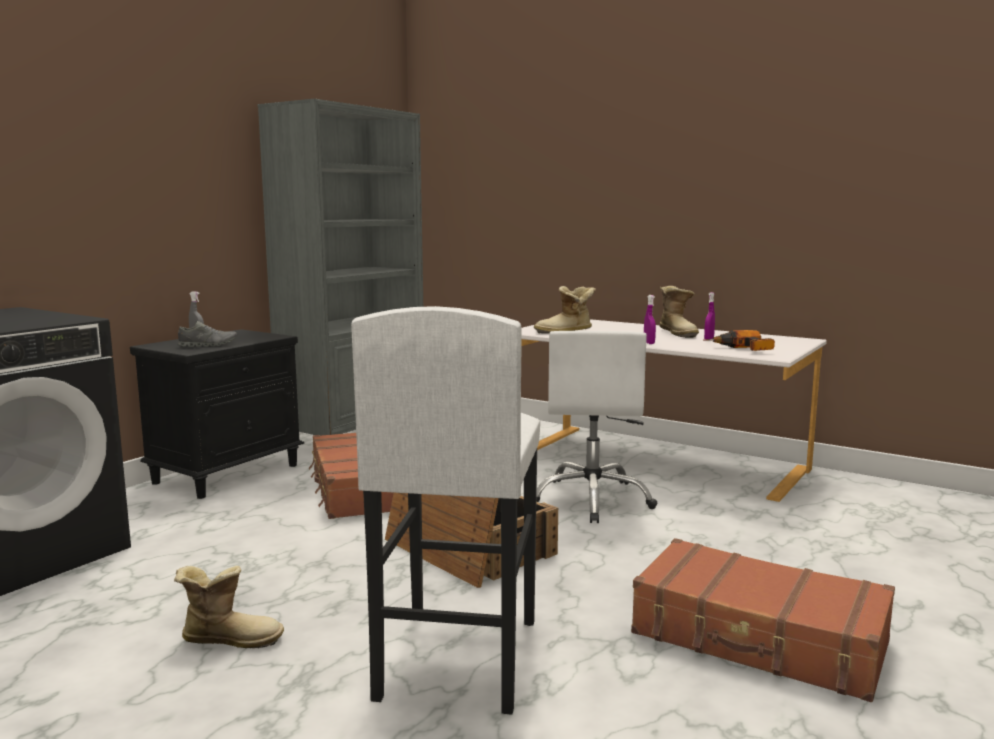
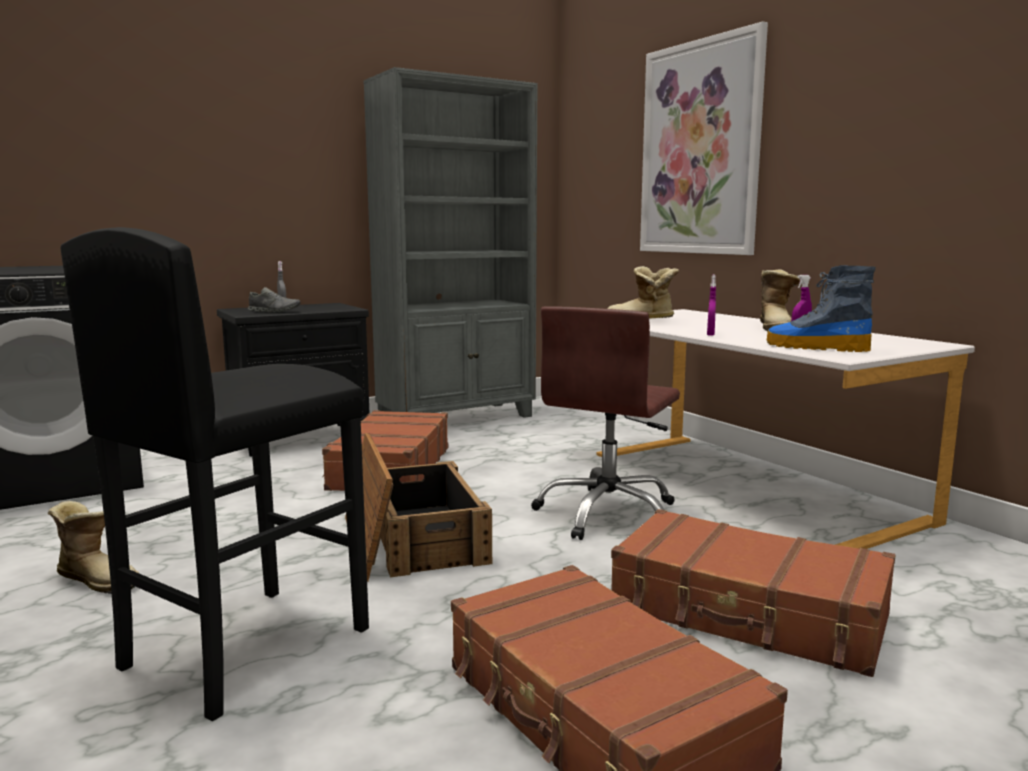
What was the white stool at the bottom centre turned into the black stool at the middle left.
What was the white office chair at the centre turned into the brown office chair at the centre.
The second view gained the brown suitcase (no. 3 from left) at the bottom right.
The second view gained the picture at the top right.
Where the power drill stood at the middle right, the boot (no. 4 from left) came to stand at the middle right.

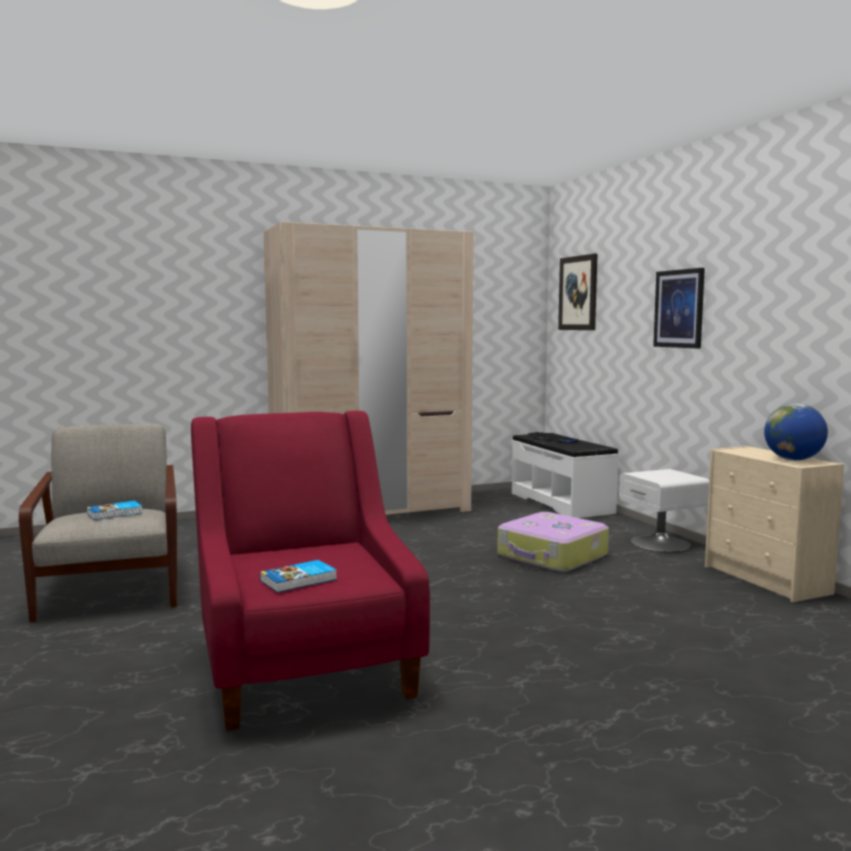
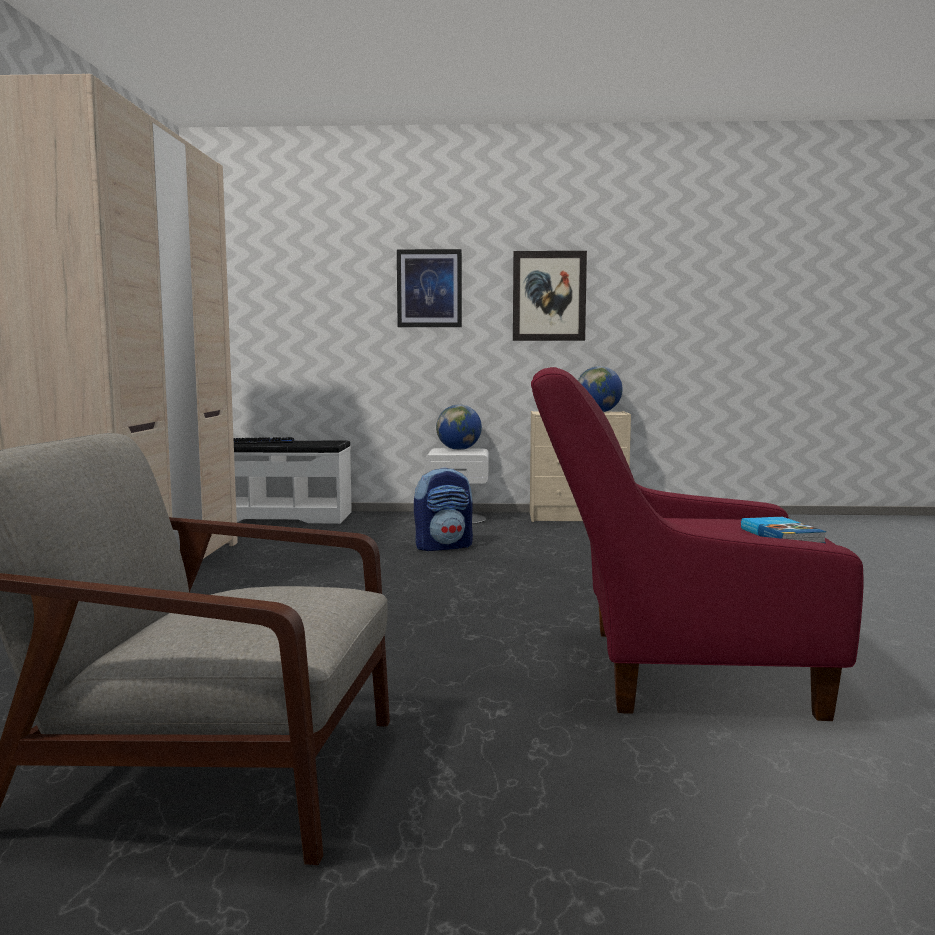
Where the suitcase stood at the centre, the backpack came to stand at the centre.
The second view gained the globe (no. 1 from left) at the centre.
The picture (no. 1 from left in the first image) ended up elsewhere, having gone from the middle right to the top centre.
The second view lost the book (no. 1 from left) at the middle left.

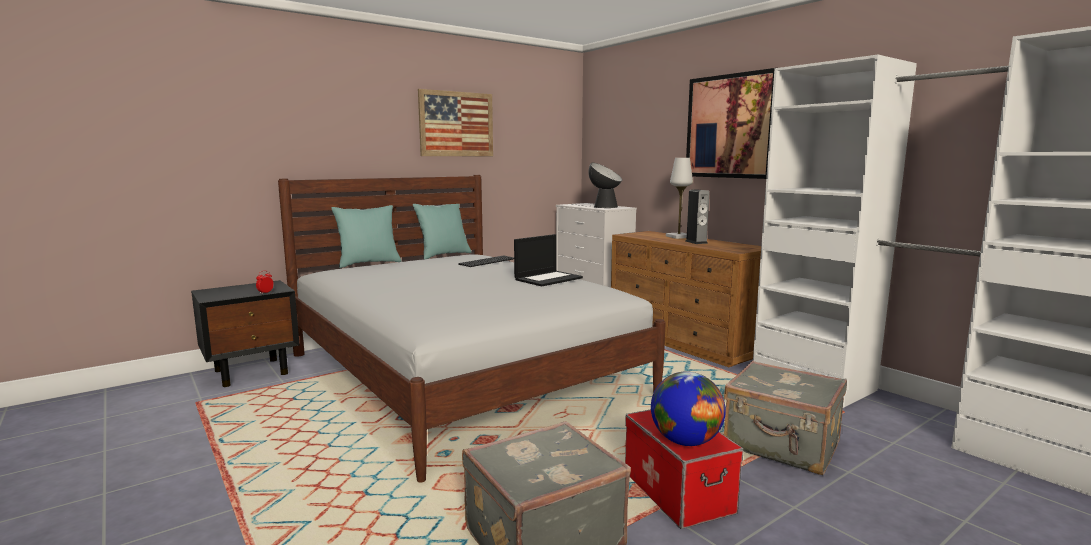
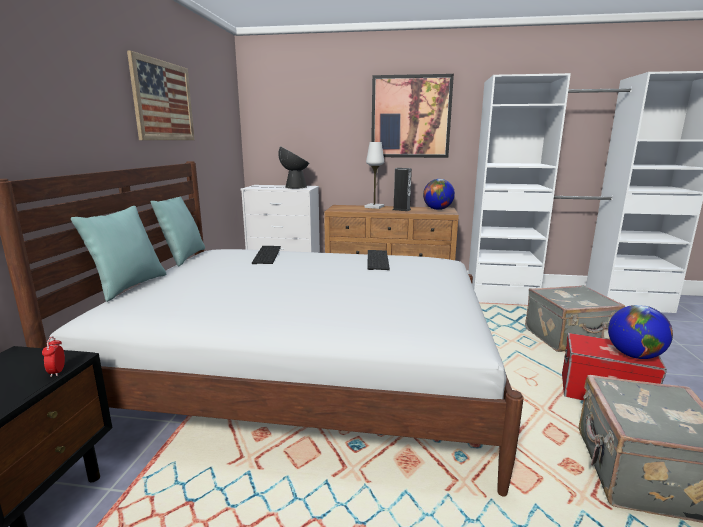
Where the laptop stood at the centre, the keyboard (no. 2 from left) came to stand at the centre.
The second view gained the globe (no. 1 from left) at the centre.

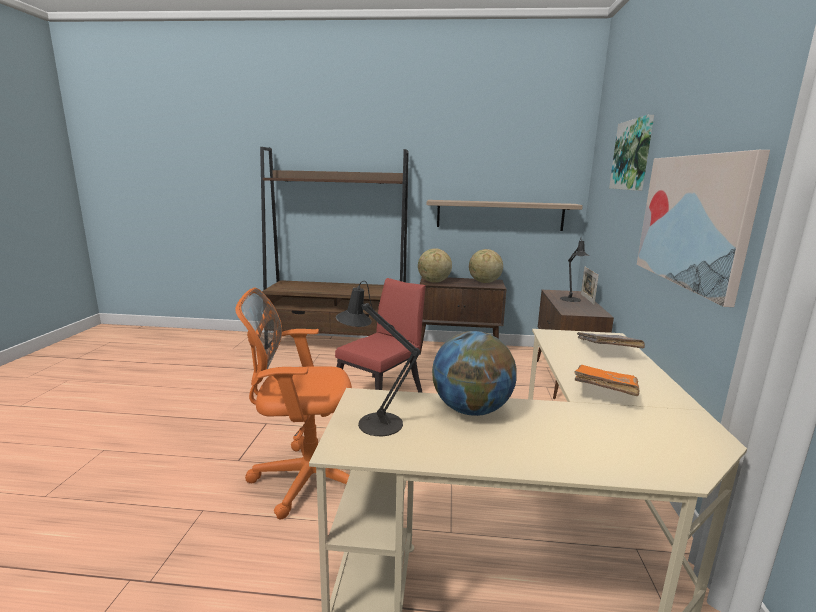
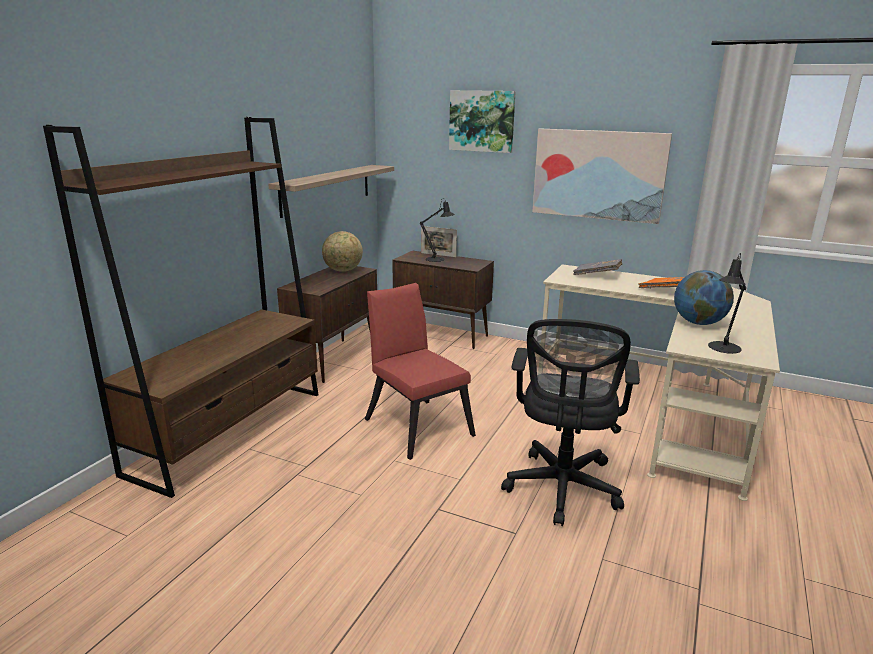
What was the orange office chair at the centre turned into the black office chair at the centre.
The second view lost the globe (no. 1 from left) at the centre.

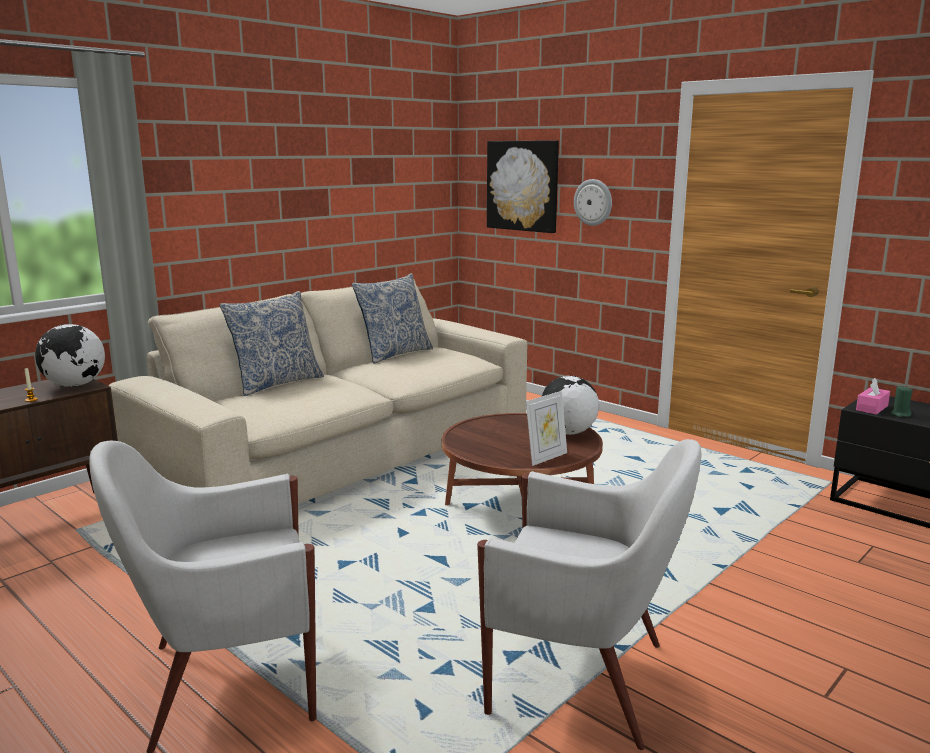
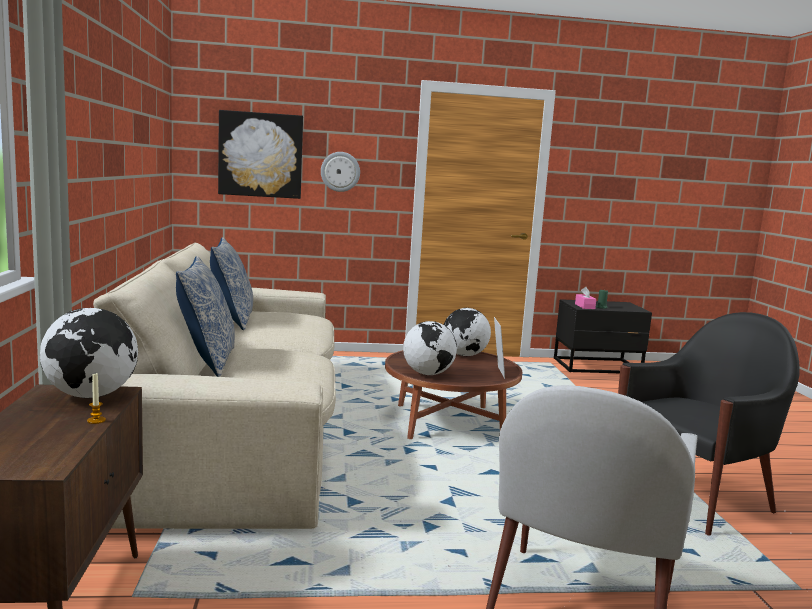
The second view gained the globe (no. 2 from left) at the centre.
What was the white armchair (no. 2 from left) at the bottom centre turned into the black armchair at the bottom right.

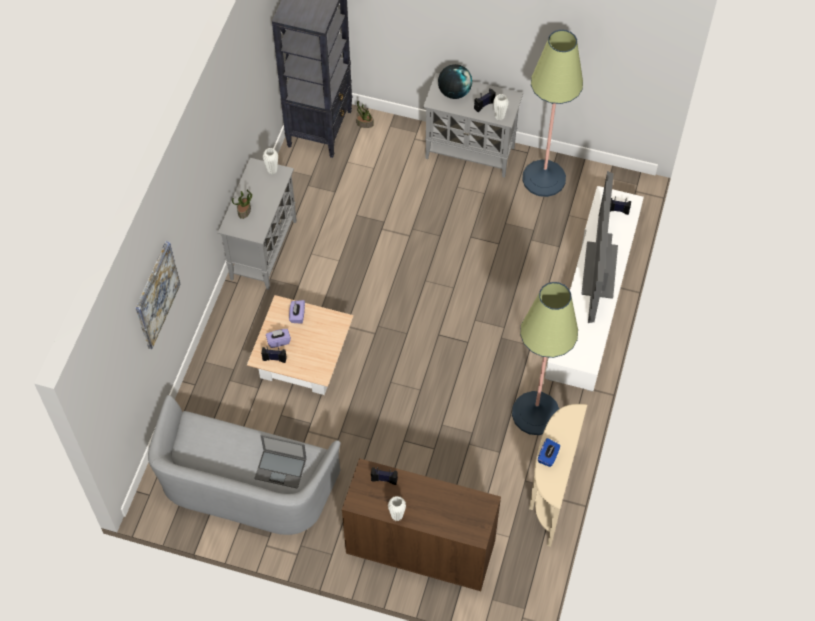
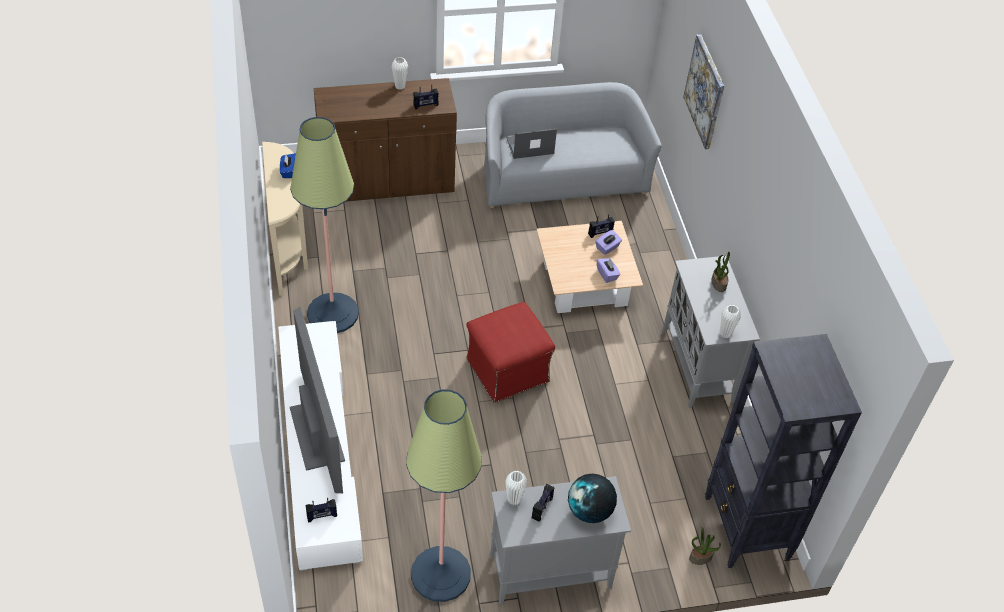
The second view gained the red ottoman at the centre.

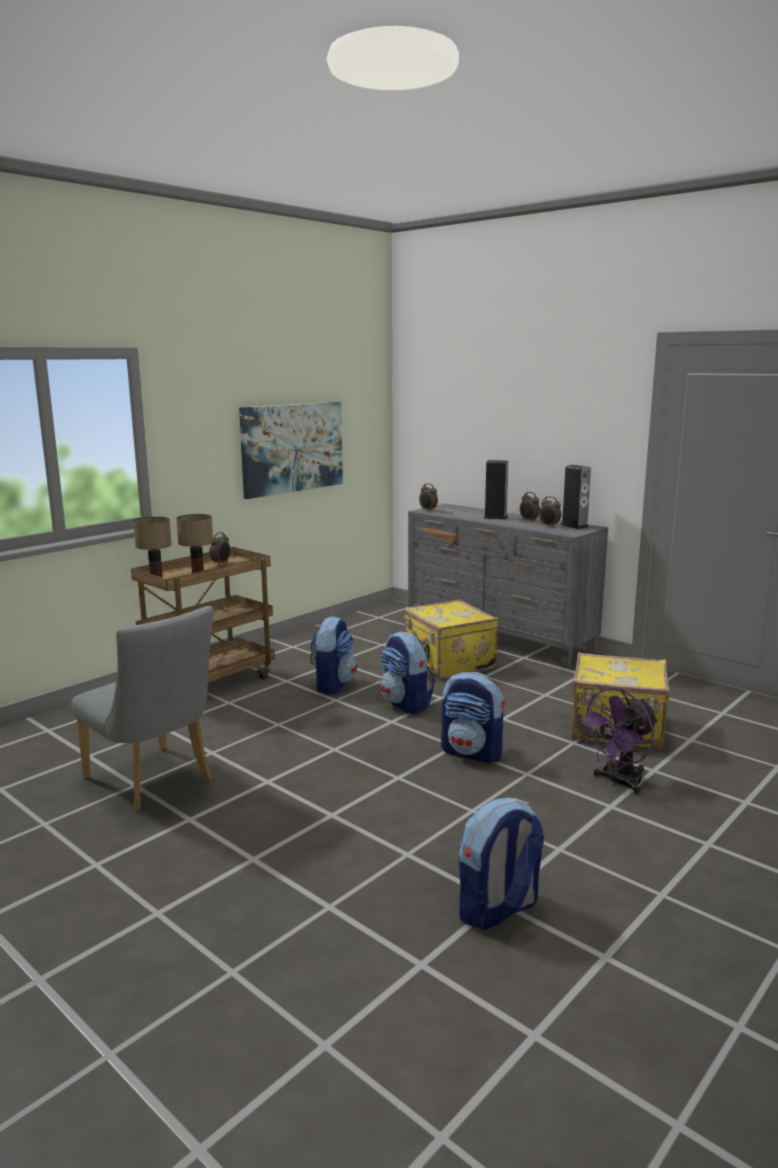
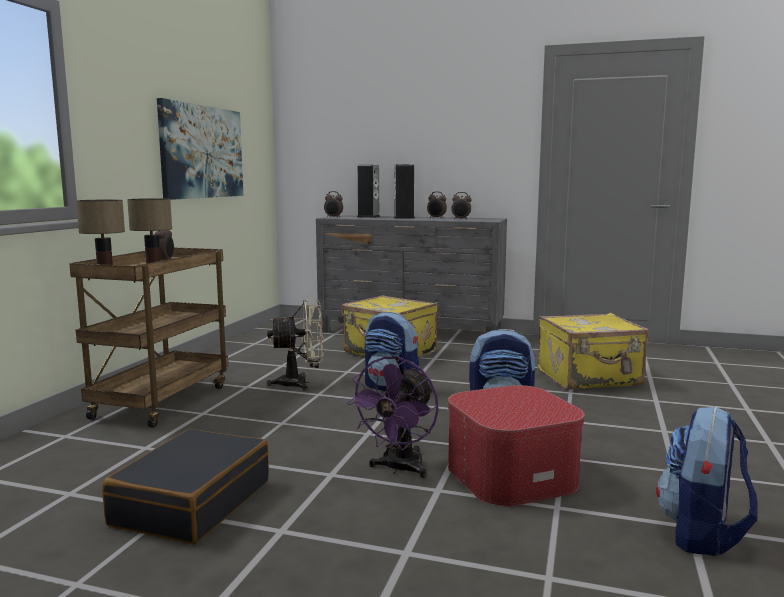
Where the grey chair stood at the middle left, the black suitcase came to stand at the bottom left.
Where the backpack (no. 1 from left) stood at the centre, the beige fan came to stand at the centre.
The purple fan ended up elsewhere, having gone from the middle right to the bottom centre.
The speaker (no. 2 from left in the first image) ended up elsewhere, having gone from the middle right to the top centre.
The second view gained the ottoman at the bottom centre.

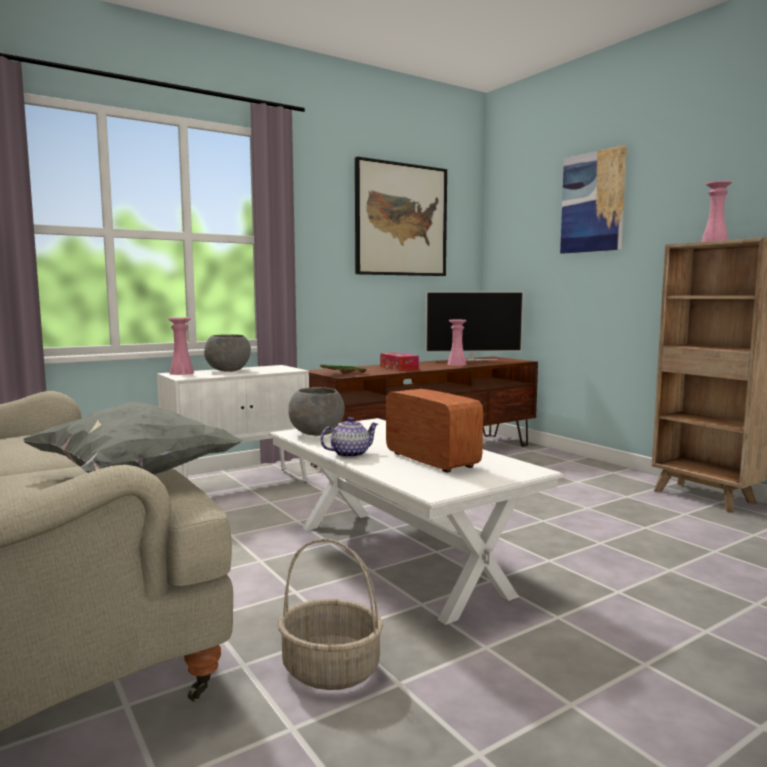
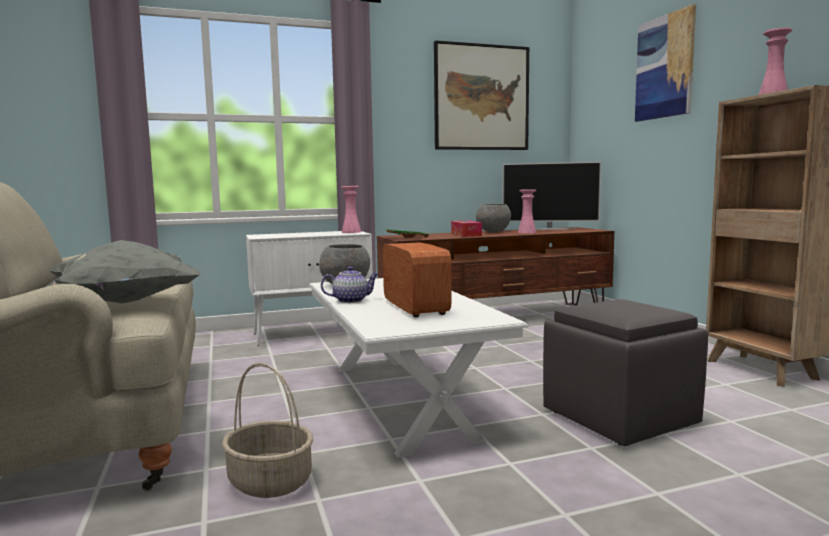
The pink vase (no. 1 from left) ended up elsewhere, having gone from the middle left to the centre.
The grey bowl (no. 1 from left in the first image) ended up elsewhere, having gone from the middle left to the centre.
The second view gained the grey ottoman at the bottom right.

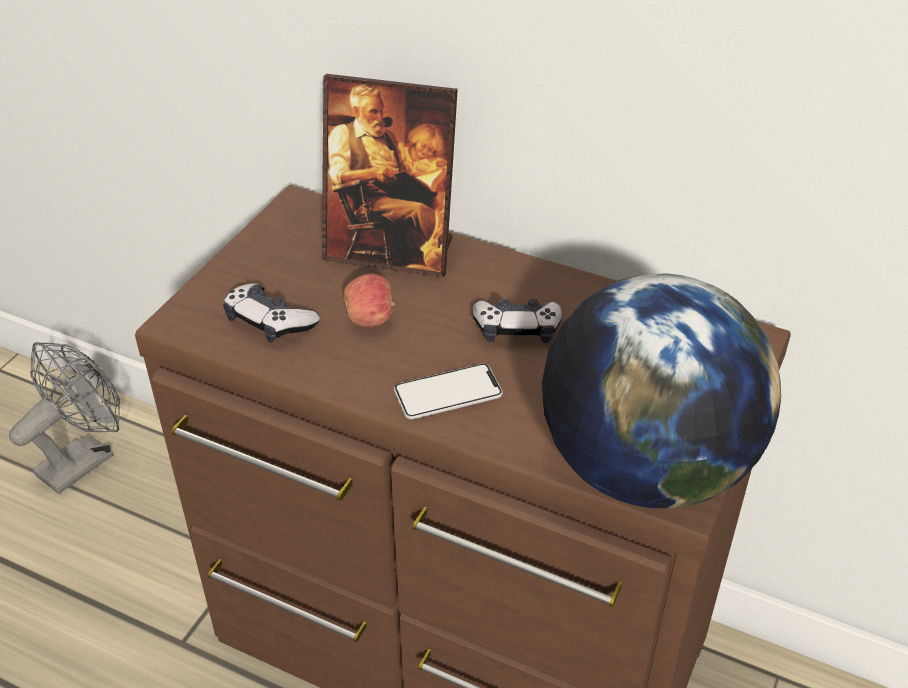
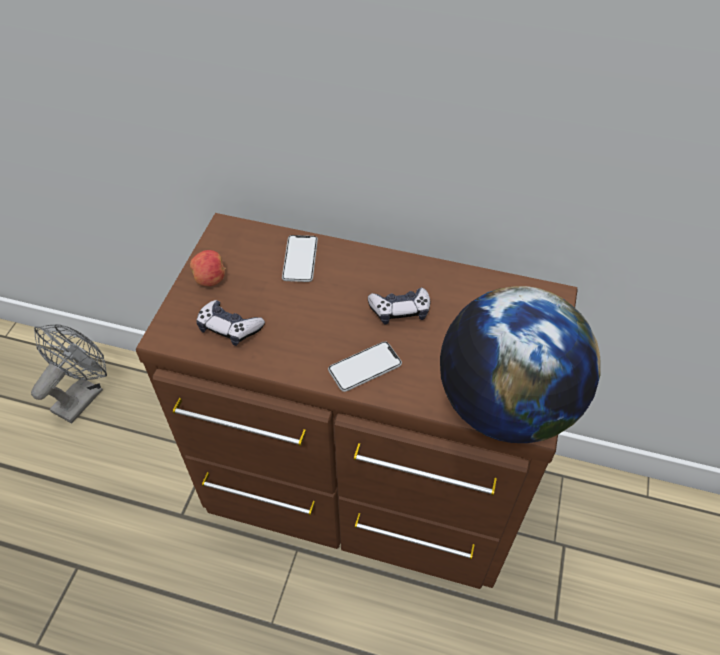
The apple ended up elsewhere, having gone from the centre to the middle left.
Where the picture frame stood at the top centre, the phone (no. 1 from left) came to stand at the centre.

